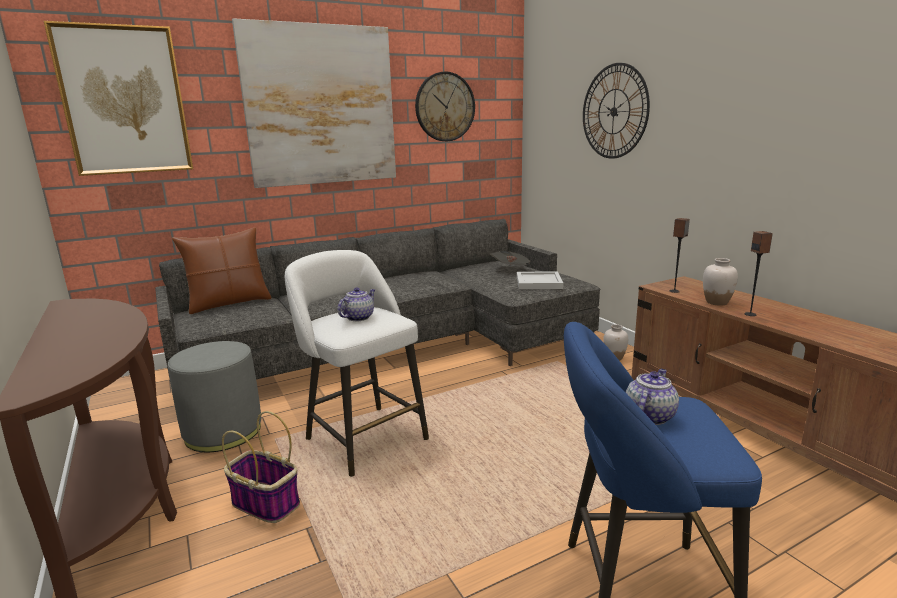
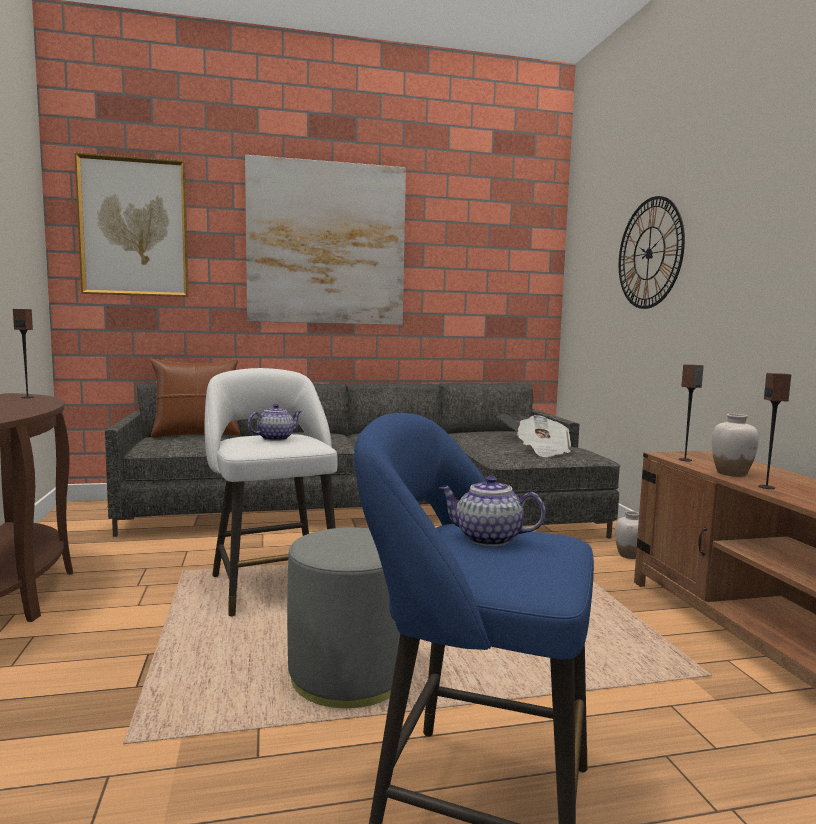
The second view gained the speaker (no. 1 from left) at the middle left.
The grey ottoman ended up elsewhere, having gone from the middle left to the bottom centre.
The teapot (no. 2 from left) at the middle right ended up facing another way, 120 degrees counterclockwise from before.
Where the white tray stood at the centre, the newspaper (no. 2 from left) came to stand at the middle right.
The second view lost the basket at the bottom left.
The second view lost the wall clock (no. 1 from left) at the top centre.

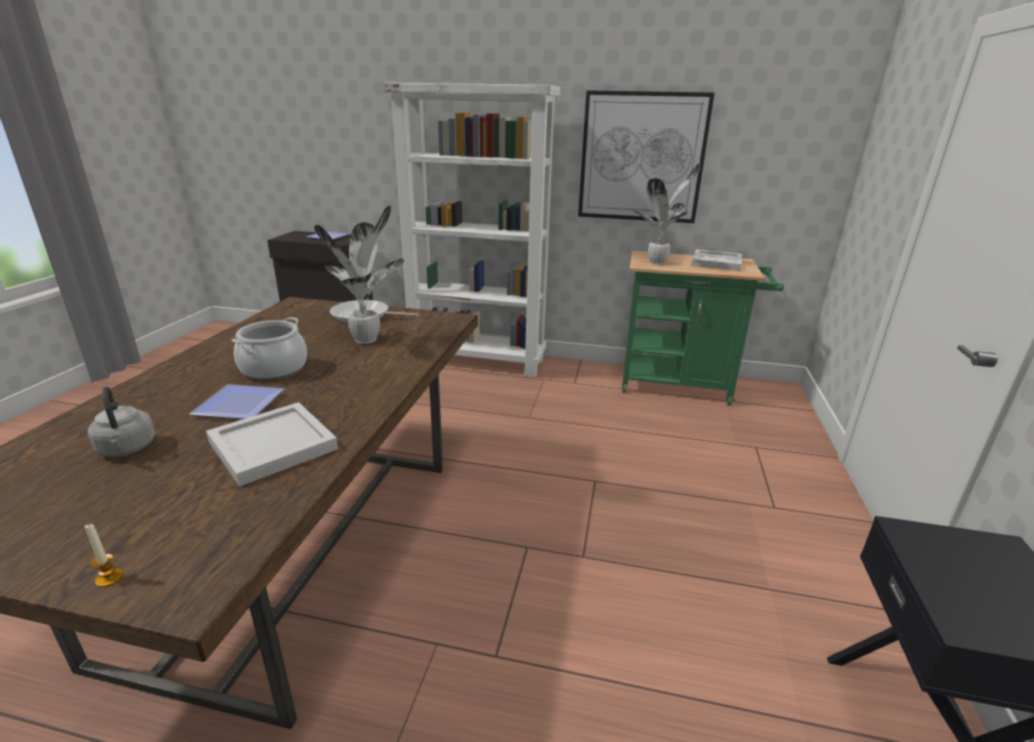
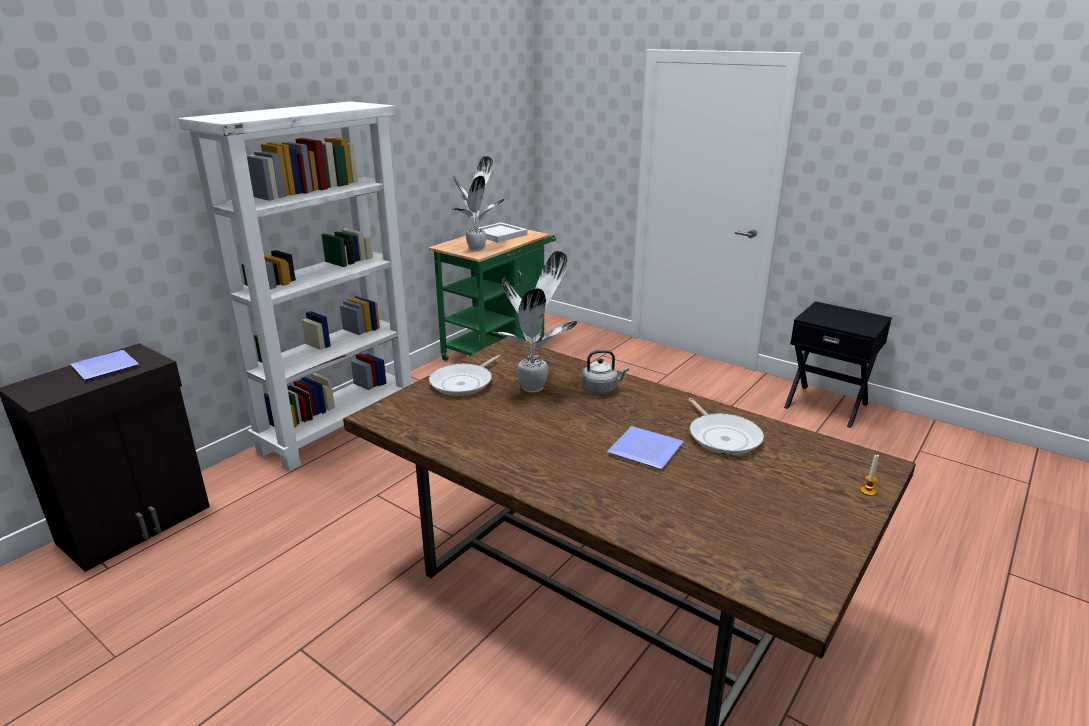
The grey kettle ended up elsewhere, having gone from the middle left to the centre.
Where the white tray (no. 1 from left) stood at the middle left, the frying pan (no. 2 from left) came to stand at the middle right.
The second view lost the cooking pot at the middle left.
The second view lost the picture at the top centre.

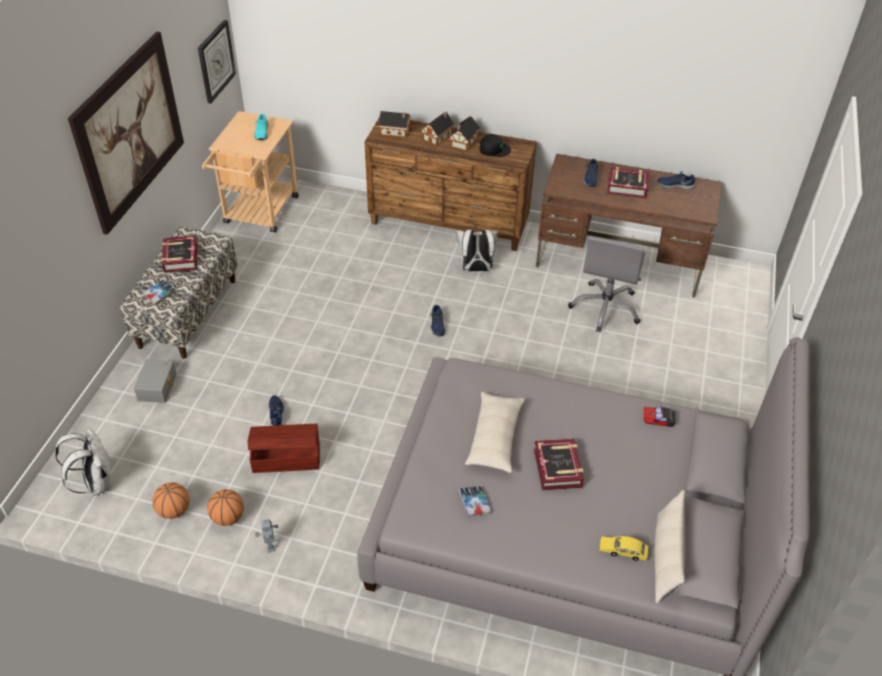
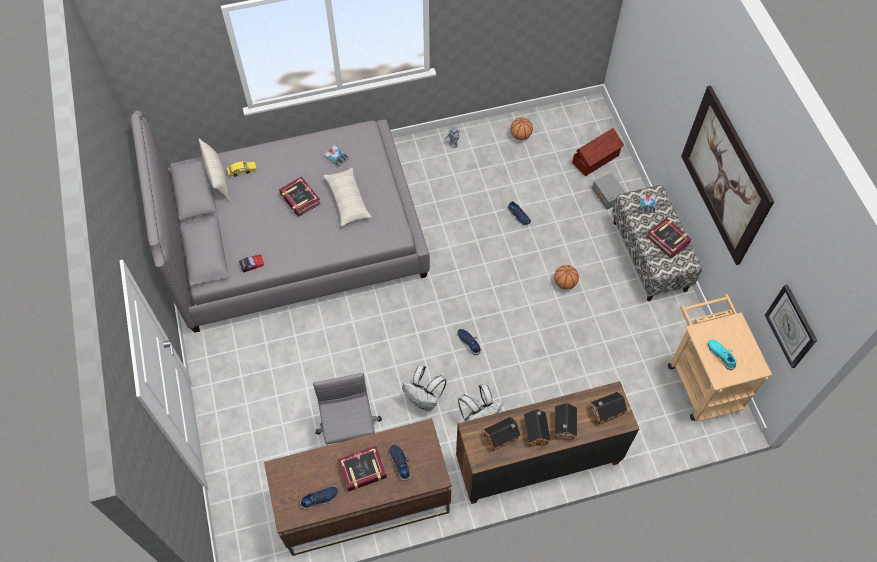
The white backpack (no. 1 from left) ended up elsewhere, having gone from the bottom left to the bottom centre.
Where the black cap stood at the top centre, the toy house (no. 1 from left) came to stand at the bottom centre.
The basketball (no. 2 from left) ended up elsewhere, having gone from the bottom left to the centre.
The brown storage box ended up elsewhere, having gone from the middle left to the top right.

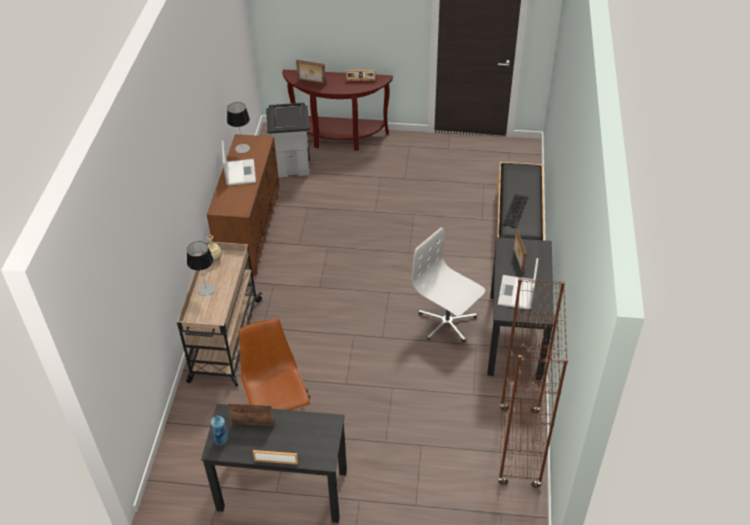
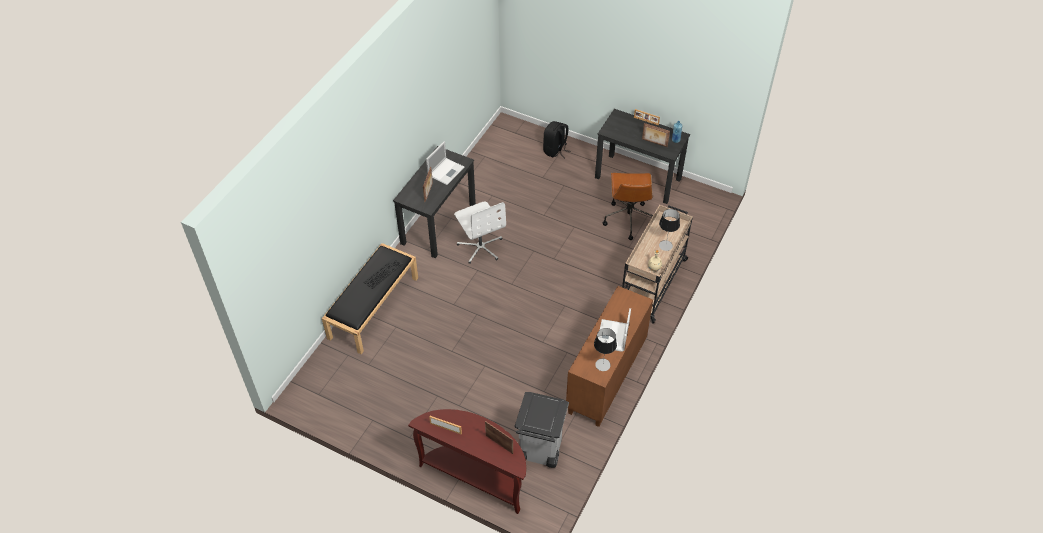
The second view gained the black backpack at the top centre.
The second view lost the brown bookcase at the bottom right.

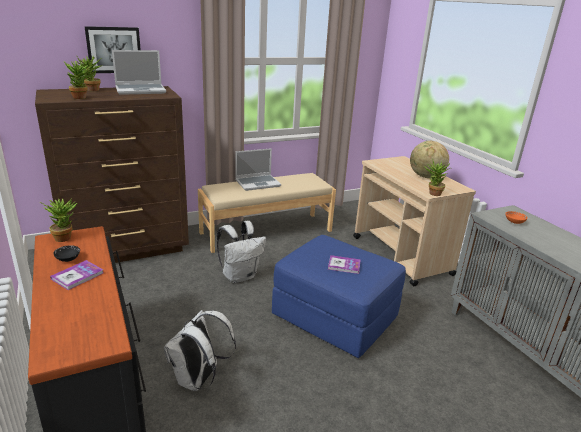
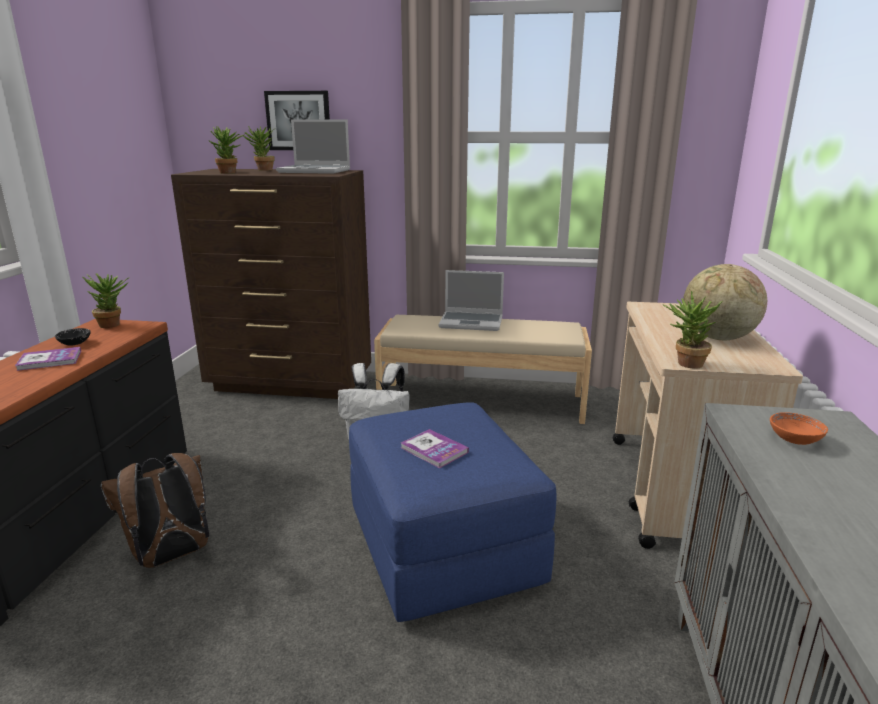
What was the white backpack (no. 1 from left) at the bottom centre turned into the brown backpack at the bottom left.

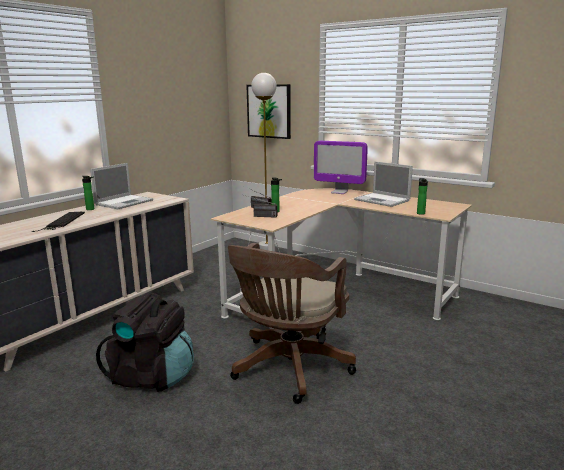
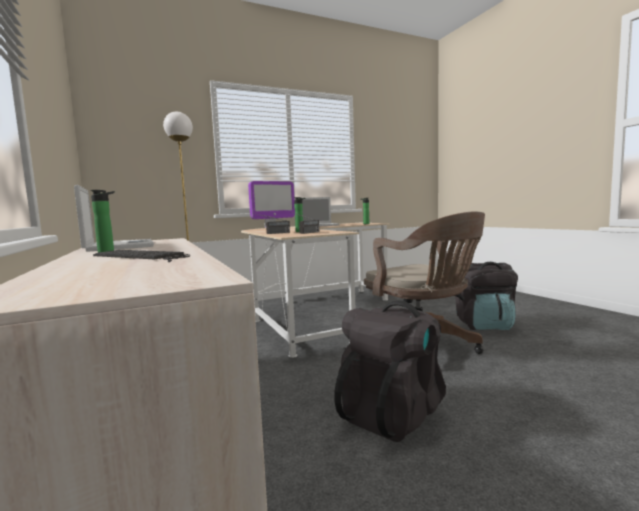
The second view gained the black backpack (no. 2 from left) at the middle right.
The second view lost the picture at the top centre.

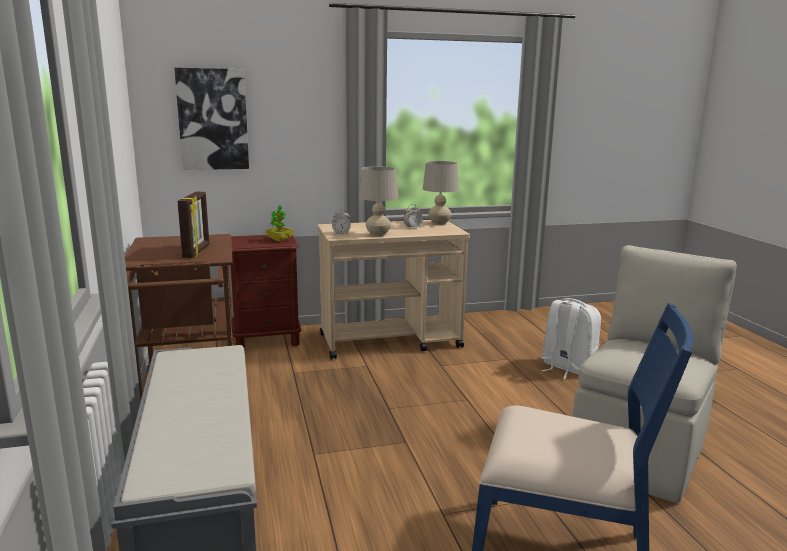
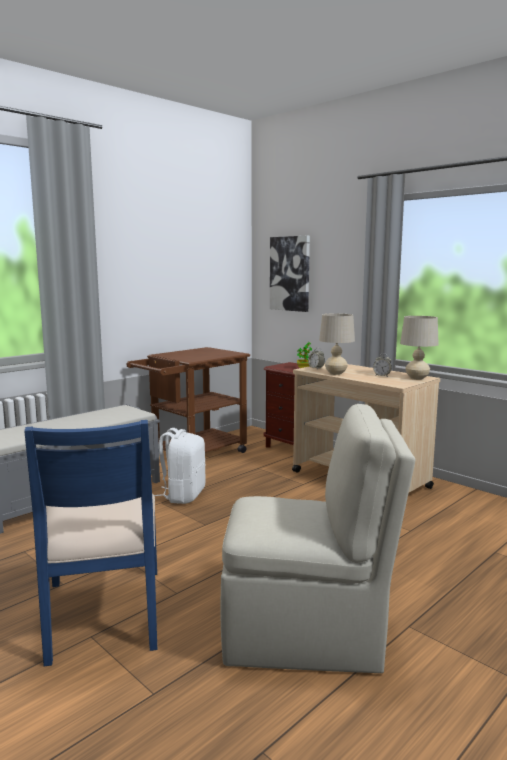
The white backpack ended up elsewhere, having gone from the middle right to the centre.
The second view lost the picture frame at the middle left.

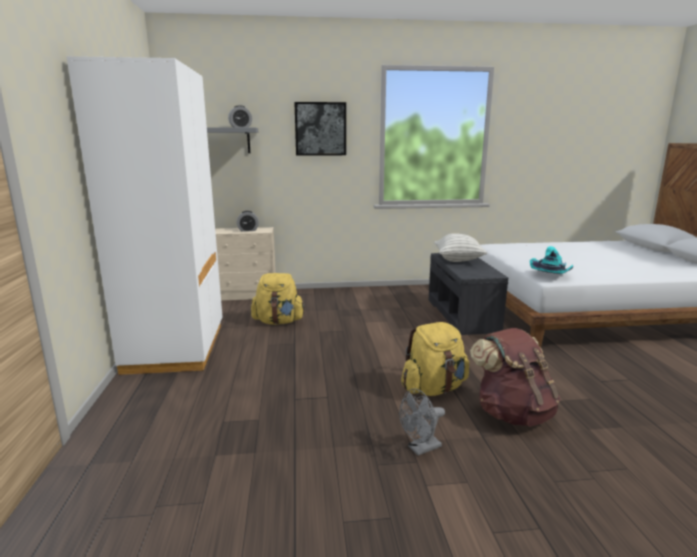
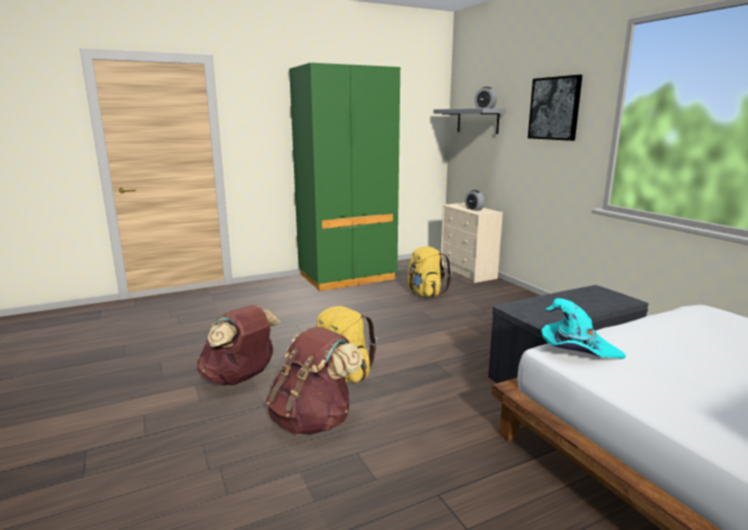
Where the grey fan stood at the bottom centre, the brown backpack (no. 1 from left) came to stand at the middle left.
What was the white wardrobe at the middle left turned into the green wardrobe at the centre.
The second view lost the pillow at the centre.

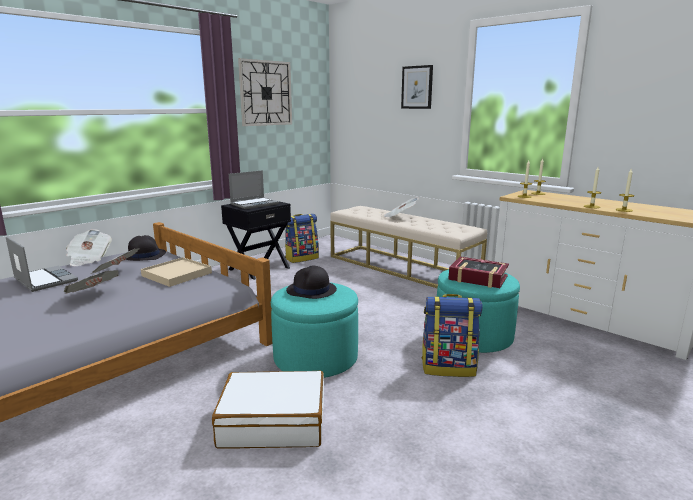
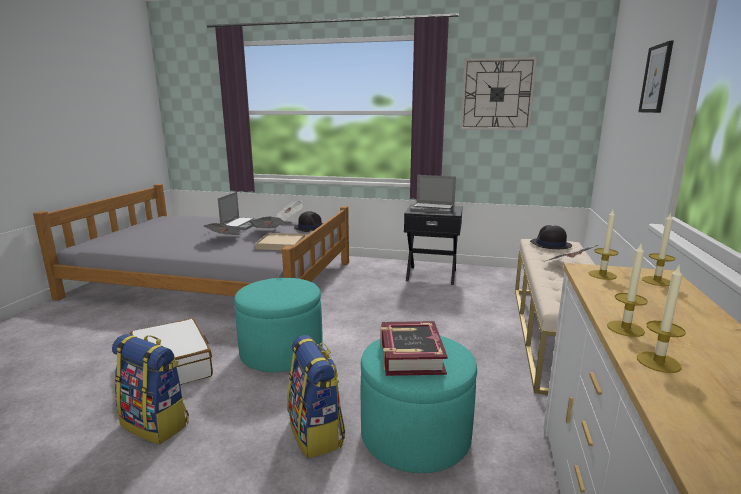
The backpack (no. 1 from left) ended up elsewhere, having gone from the centre to the bottom left.
The black hat (no. 2 from left) ended up elsewhere, having gone from the centre to the middle right.

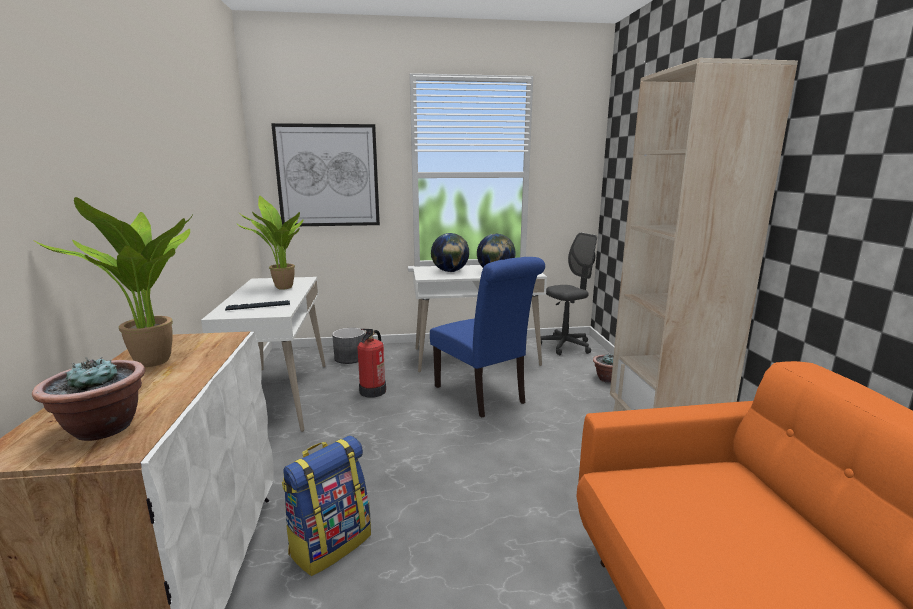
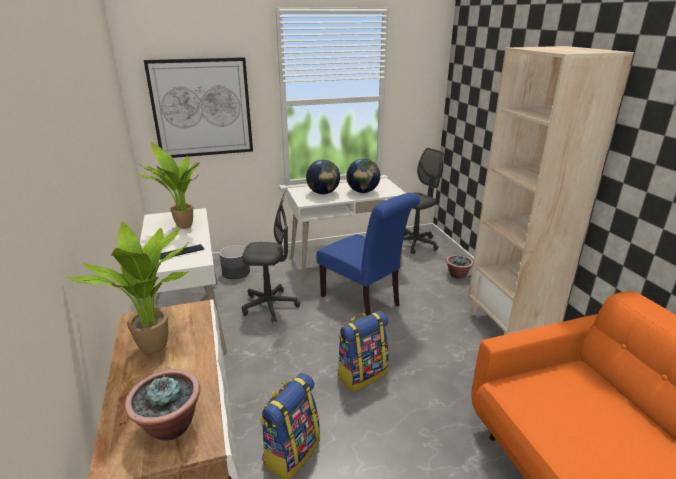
Where the fire extinguisher stood at the centre, the grey office chair (no. 1 from left) came to stand at the centre.
The second view gained the backpack (no. 2 from left) at the bottom centre.

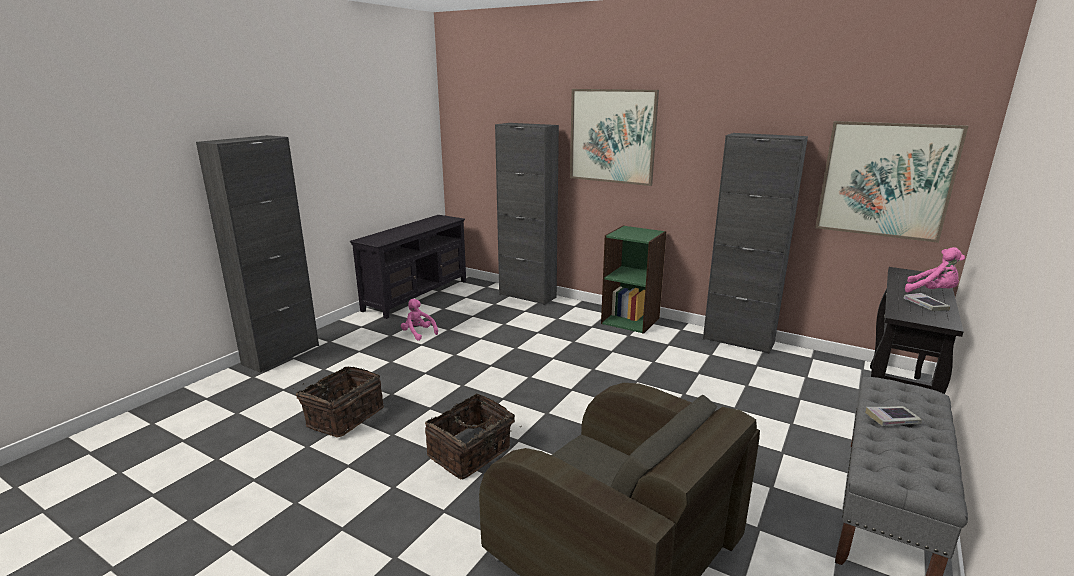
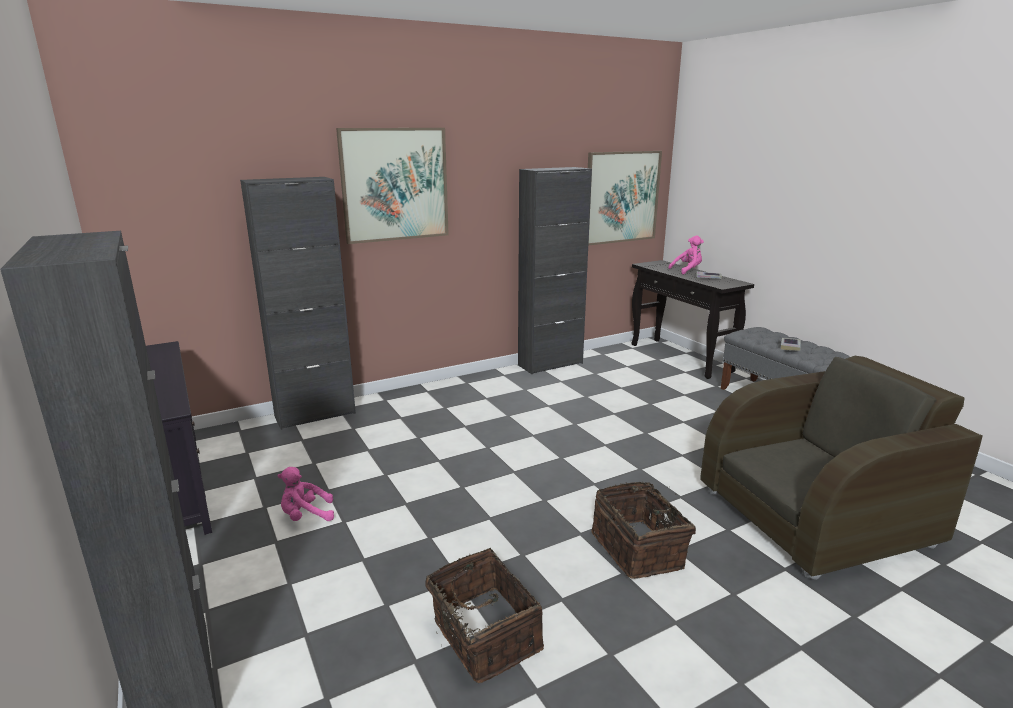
The second view lost the green bookcase at the centre.

